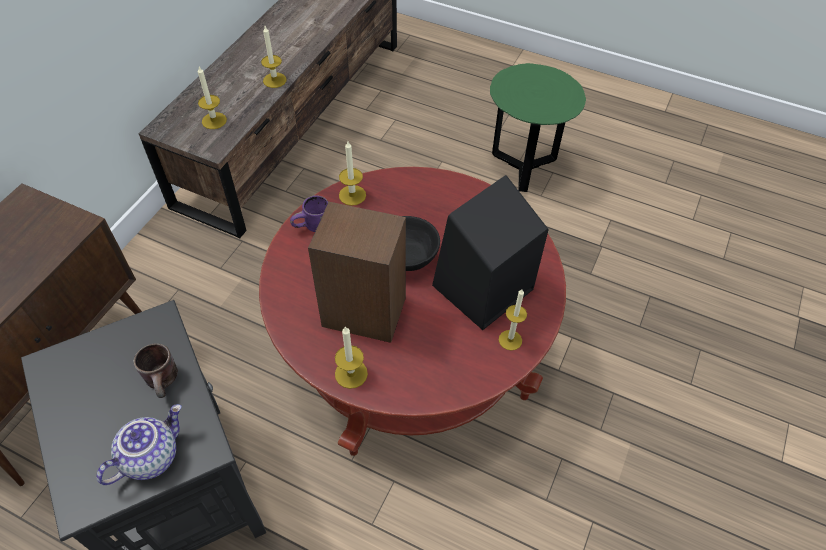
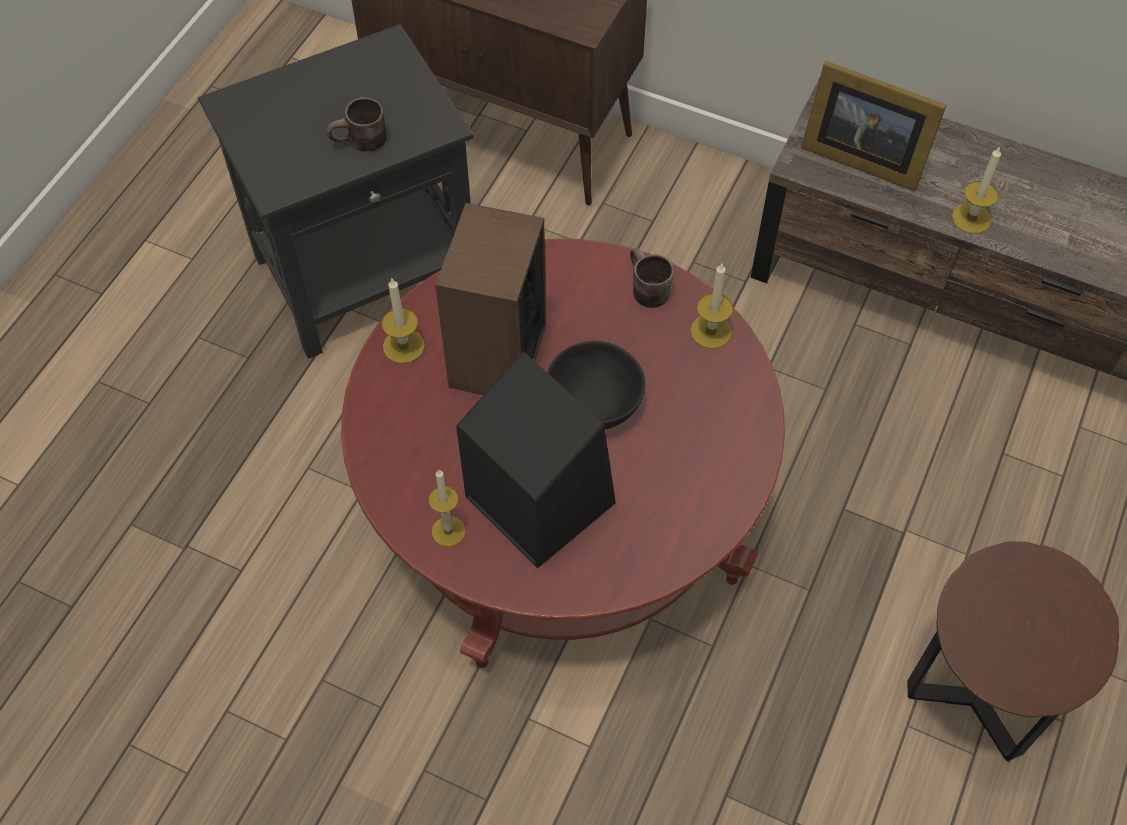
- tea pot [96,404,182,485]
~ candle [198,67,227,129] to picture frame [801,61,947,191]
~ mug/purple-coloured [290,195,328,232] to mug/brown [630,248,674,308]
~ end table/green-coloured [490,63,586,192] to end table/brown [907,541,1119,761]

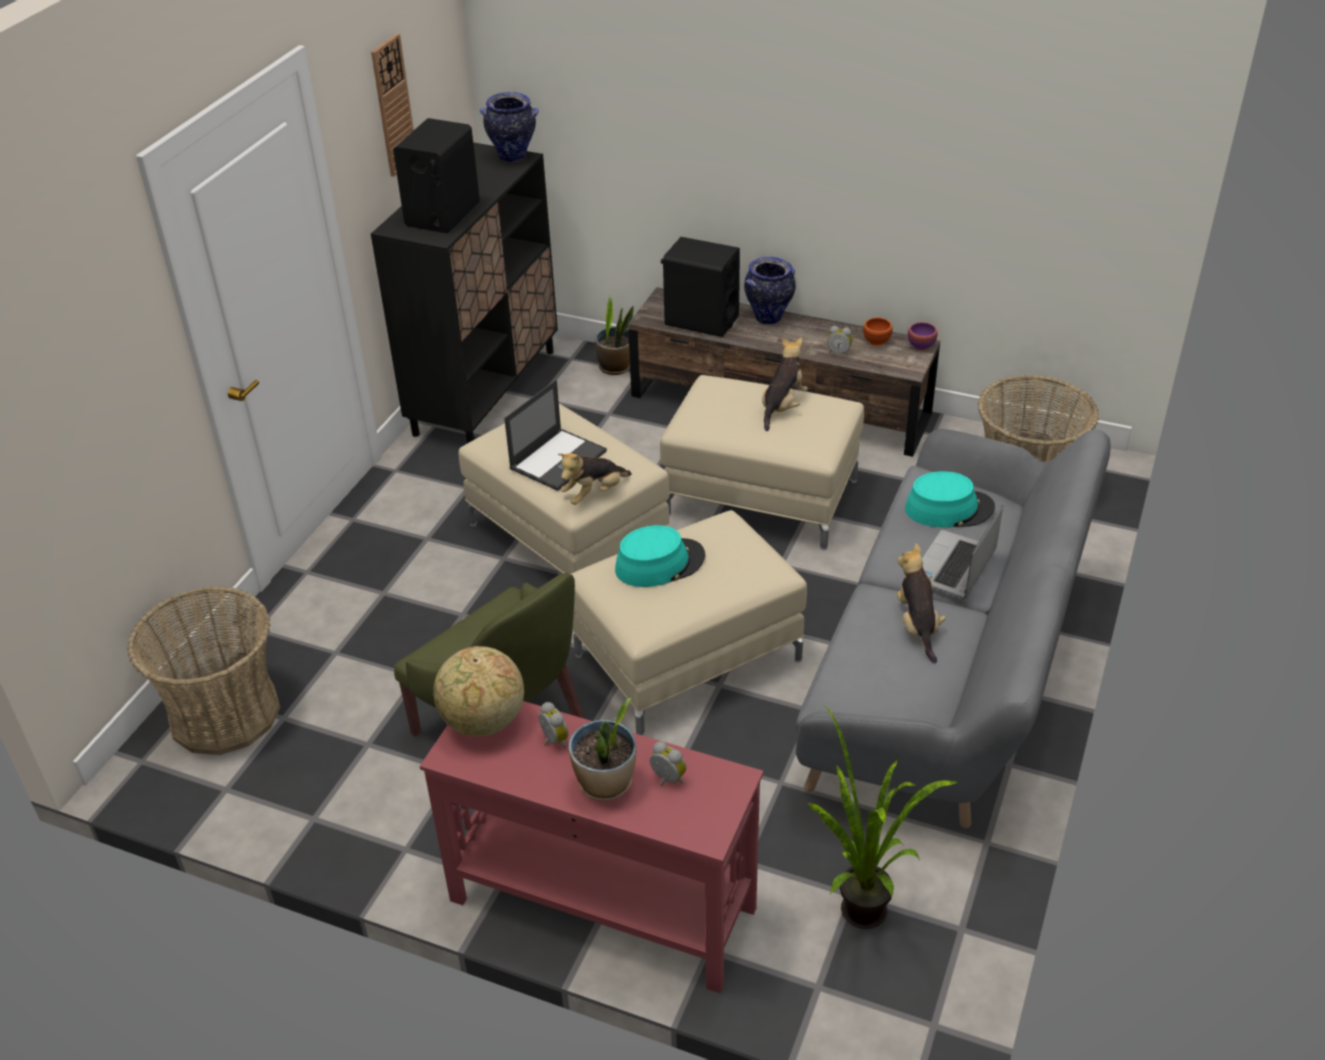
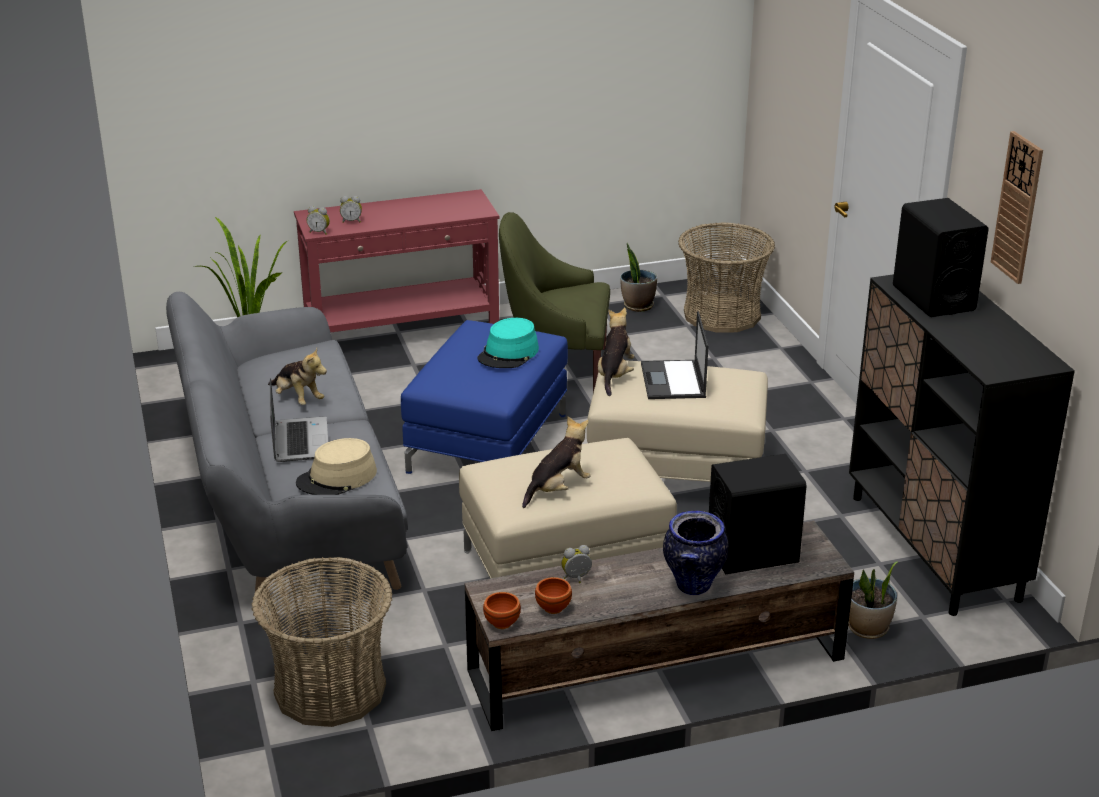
- world globe [433,646,524,737]
- flower vase [480,92,538,163]
~ alarm clock [539,702,568,748] to [307,206,330,235]
~ potted plant [568,698,636,801] to [620,243,657,312]
~ pouffe/beige-coloured [572,510,807,736] to pouffe/blue [401,320,568,474]
~ plush toy [762,337,808,431] = [522,416,591,508] 120 degrees counterclockwise
~ wearable hat/blue-green [905,471,995,528] to wearable hat/beige-coloured [296,438,377,495]
~ bowl/purple-coloured [908,322,937,351] to bowl/brown [483,592,521,629]

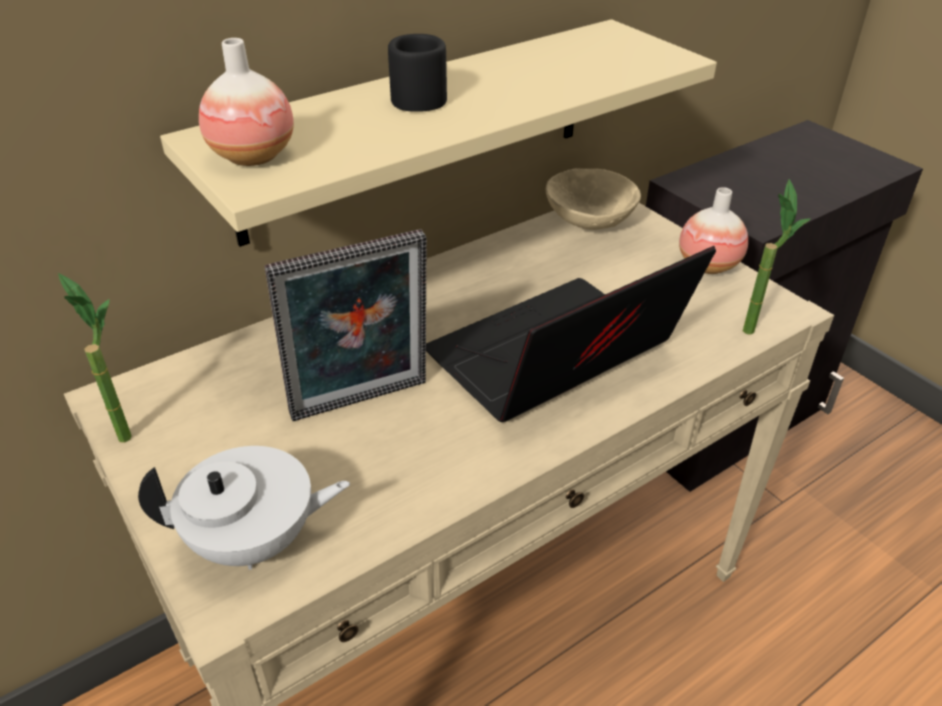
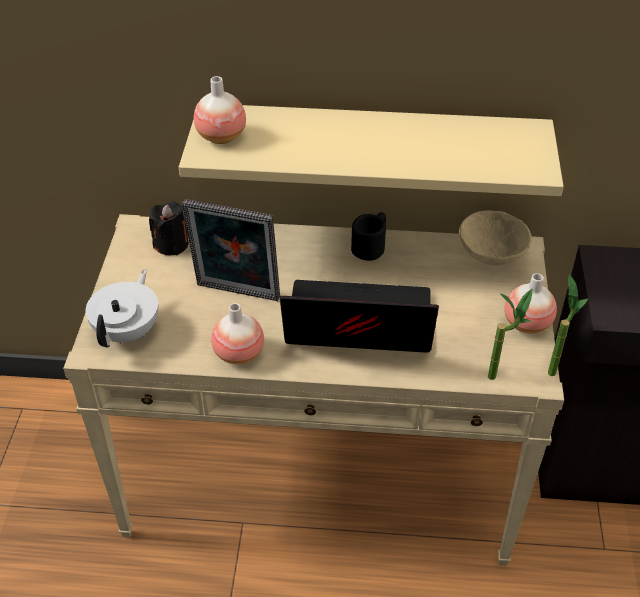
~ potted plant [58,273,132,443] to [548,274,588,376]
~ tea pot/whitish [138,446,350,570] = [86,270,158,347] 105 degrees counterclockwise
~ mug/blackish [388,34,447,112] to [351,212,386,261]
+ candle/blackish [149,201,189,255]
+ flower vase [211,303,264,364]

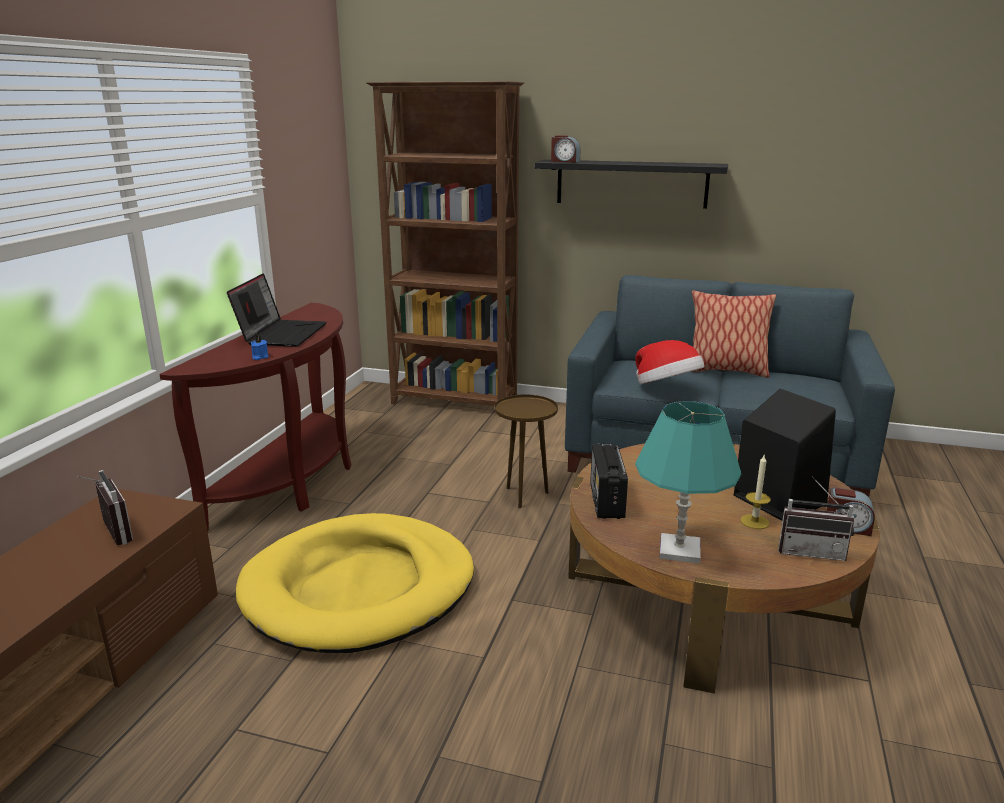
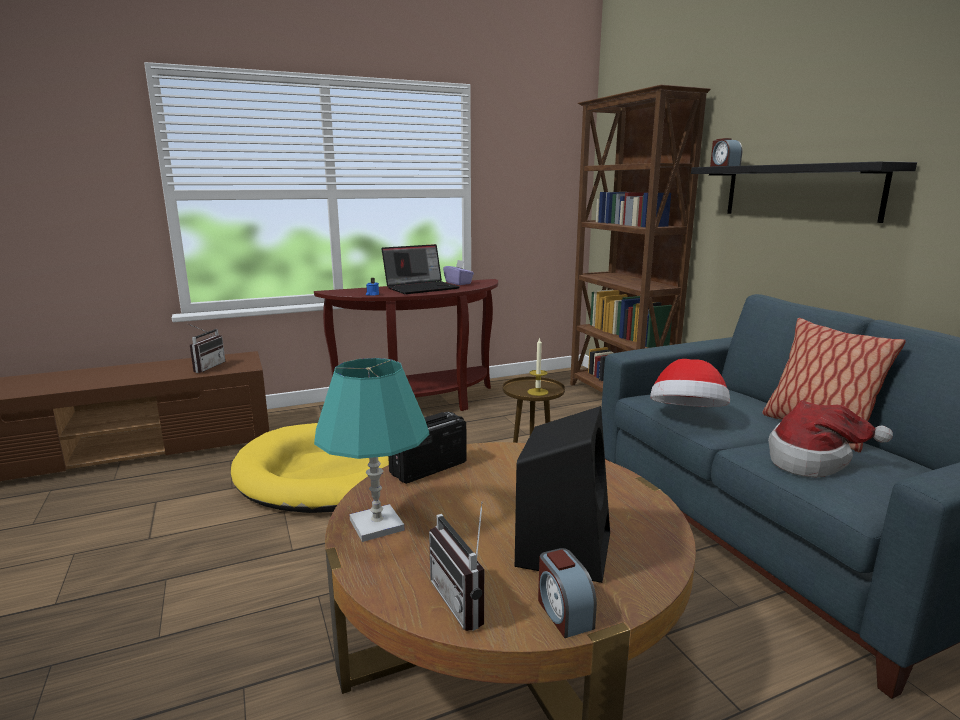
~ candle [740,455,771,529] to [528,337,548,396]
+ box of tissues/purple-coloured [443,260,474,285]
+ wearable hat [768,400,893,478]

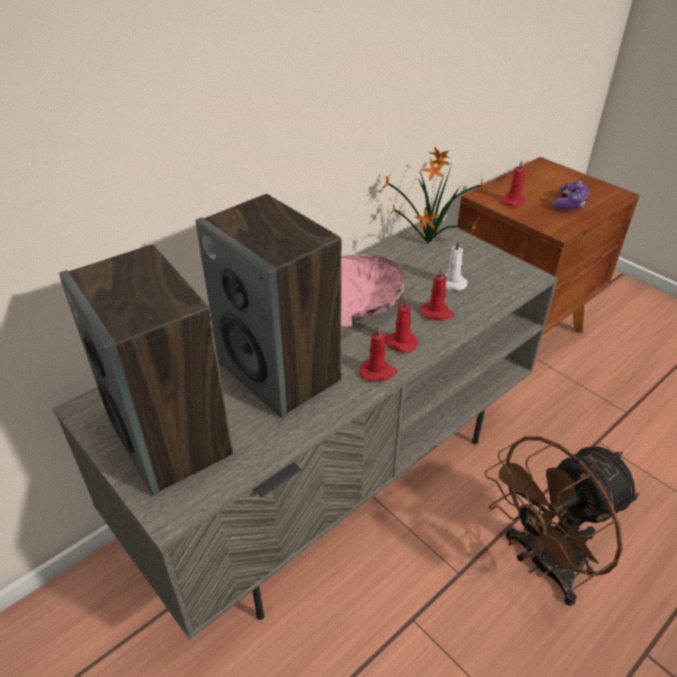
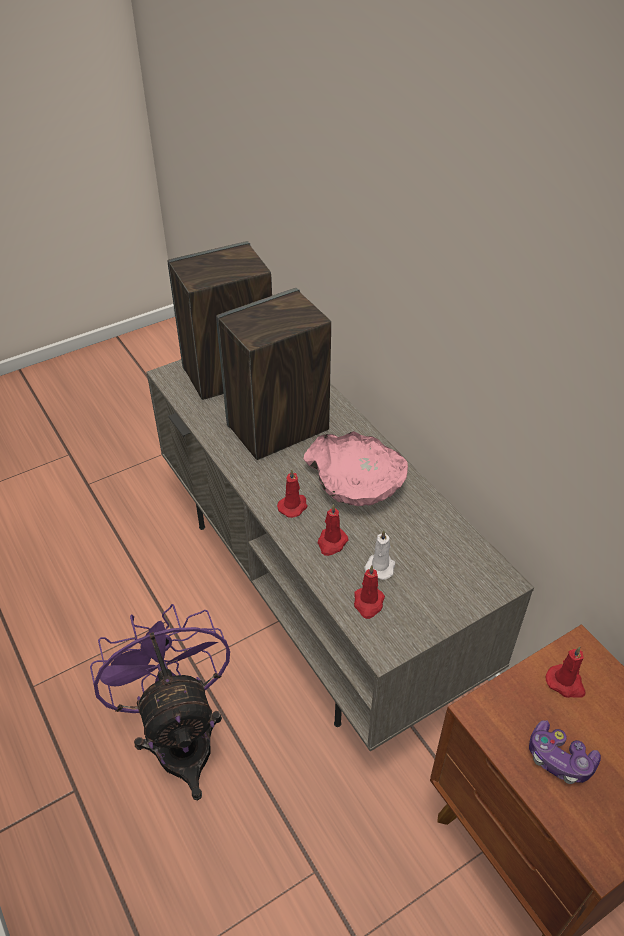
~ candle/red-coloured [359,325,397,381] to [354,565,385,619]
- potted plant [377,147,486,244]
~ cooling fan/brown [484,436,639,606] to cooling fan/purple-coloured [90,604,230,800]

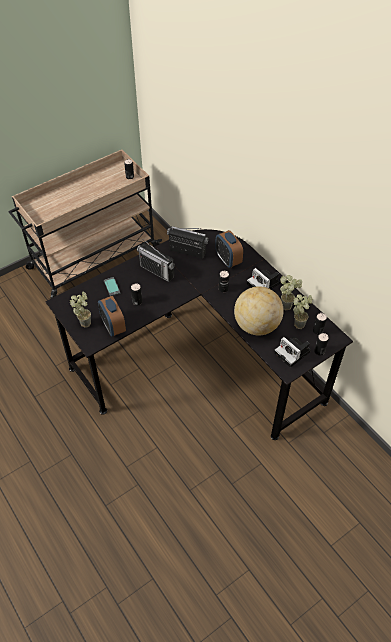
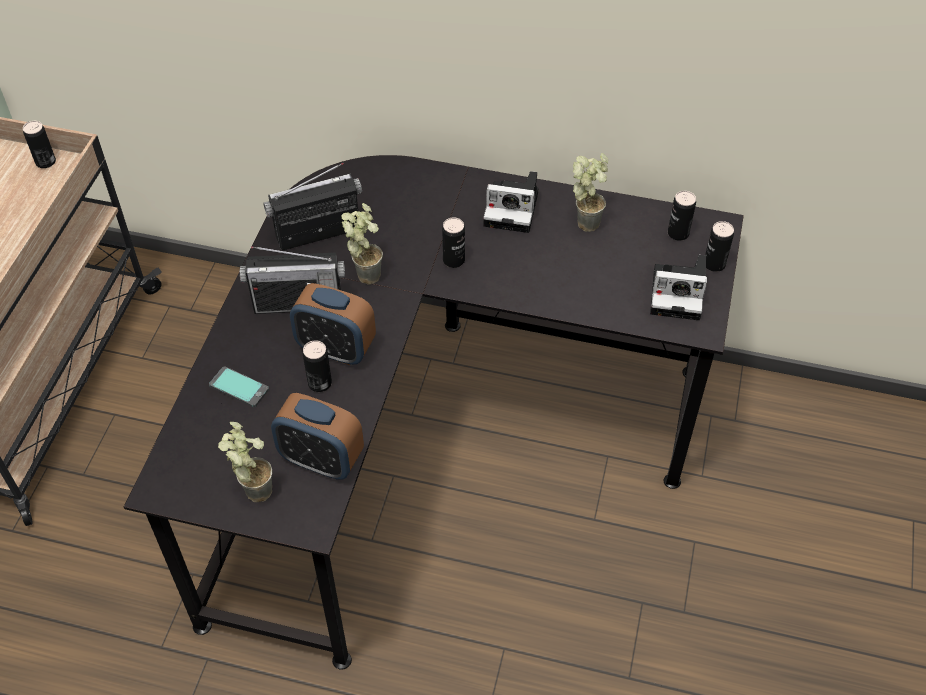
~ alarm clock [215,230,243,268] to [290,283,376,365]
- world globe [234,286,284,335]
~ potted plant [293,294,313,329] to [341,203,383,285]

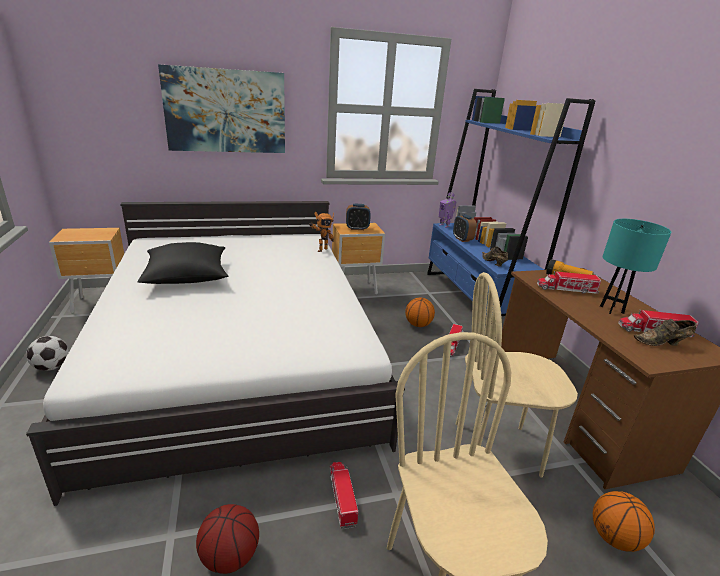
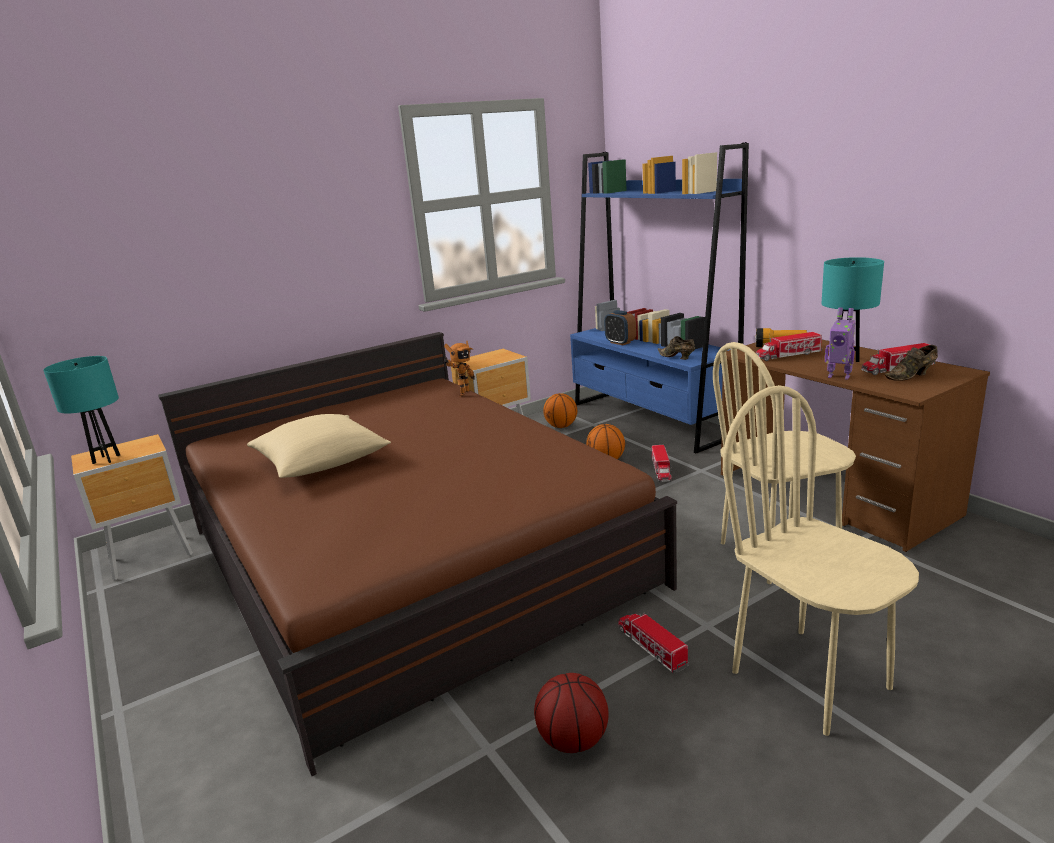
~ sleeping bed/whitish [26,201,405,506] to sleeping bed/brown [158,332,677,776]
- ball for football [26,336,69,371]
~ pillow/blackish [137,242,229,284] to pillow/beige-coloured [247,414,391,478]
- picture [158,64,285,153]
- alarm clock [346,204,371,230]
~ robot figure [439,192,456,228] to [825,307,855,380]
~ ball for basketball [593,491,655,552] to [543,393,577,428]
+ table lamp/blue-green [43,356,120,464]

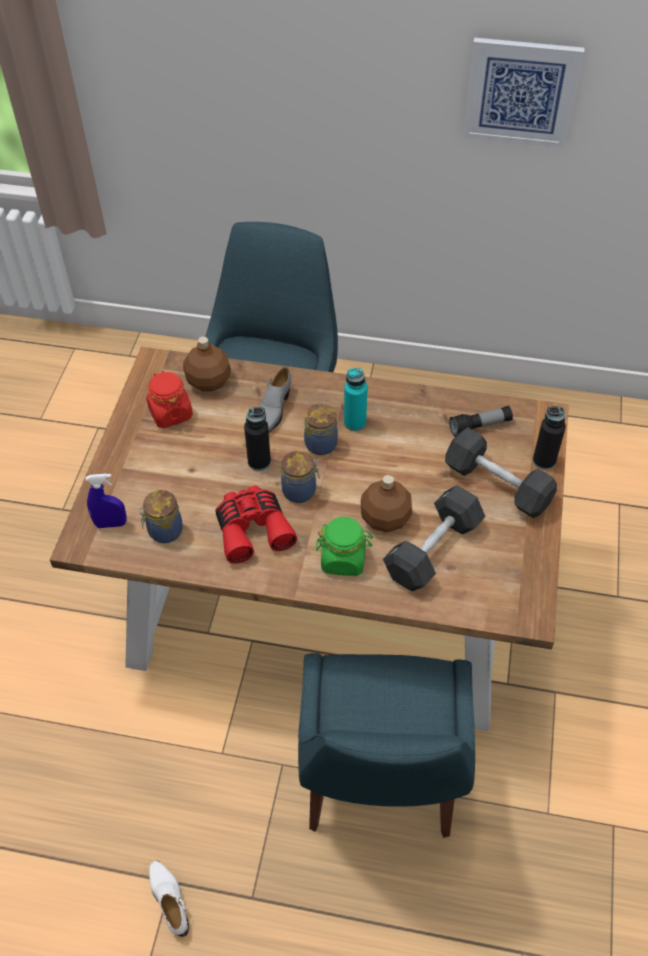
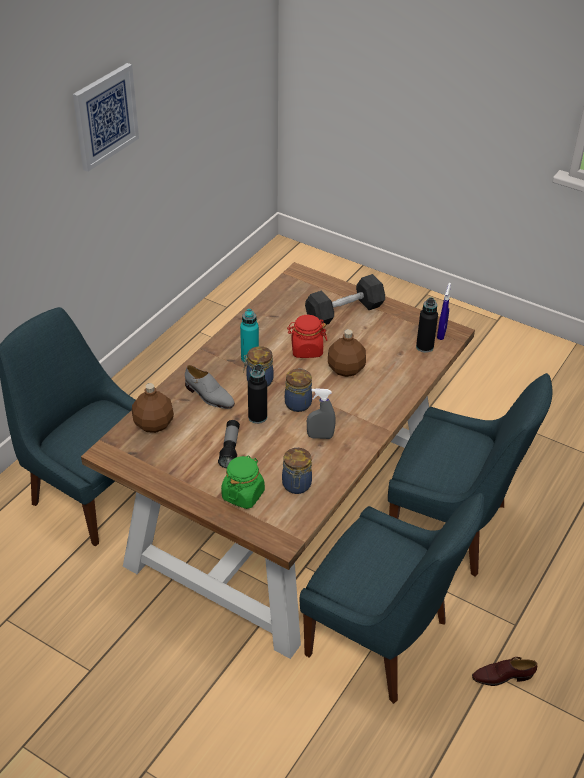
~ sprayer/blue [86,474,127,528] to [437,283,451,340]
~ jar/red-coloured [146,370,193,428] to [287,315,327,358]
~ shoe/whitish [149,860,189,937] to shoe/brown [472,657,537,686]
~ pair of binoculars/red-coloured [215,486,297,564] to sprayer/gray [307,388,335,439]
~ jar/green-coloured [316,517,373,576] to [221,455,265,509]
- dumbbell/blackish [383,485,485,591]
~ flashlight [449,406,513,437] to [218,420,240,468]
~ drink bottle/blackish [533,406,566,470] to [416,297,438,353]
+ chair/blue [300,493,485,704]

